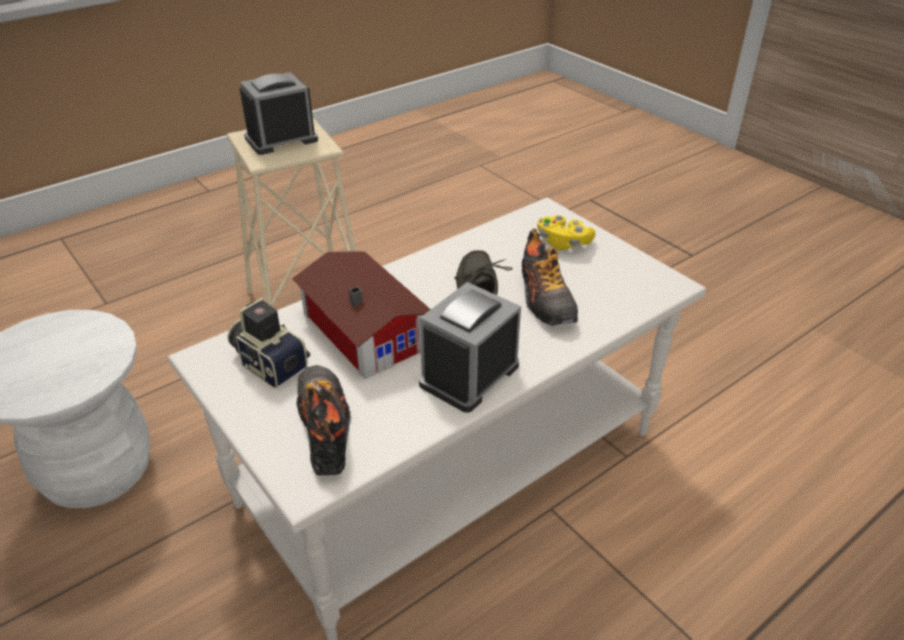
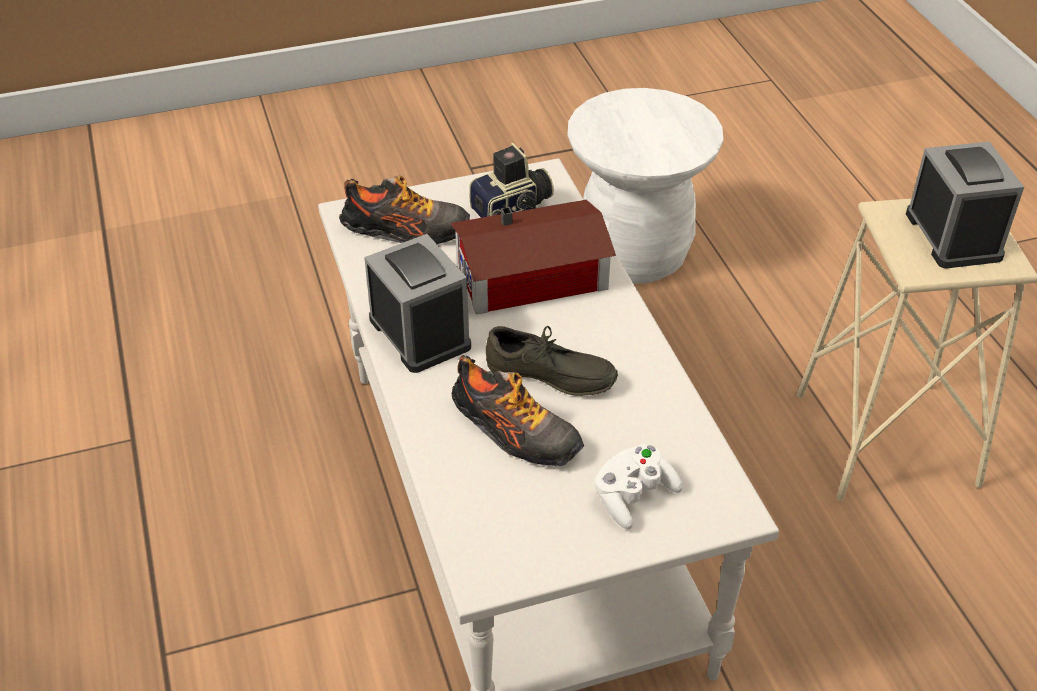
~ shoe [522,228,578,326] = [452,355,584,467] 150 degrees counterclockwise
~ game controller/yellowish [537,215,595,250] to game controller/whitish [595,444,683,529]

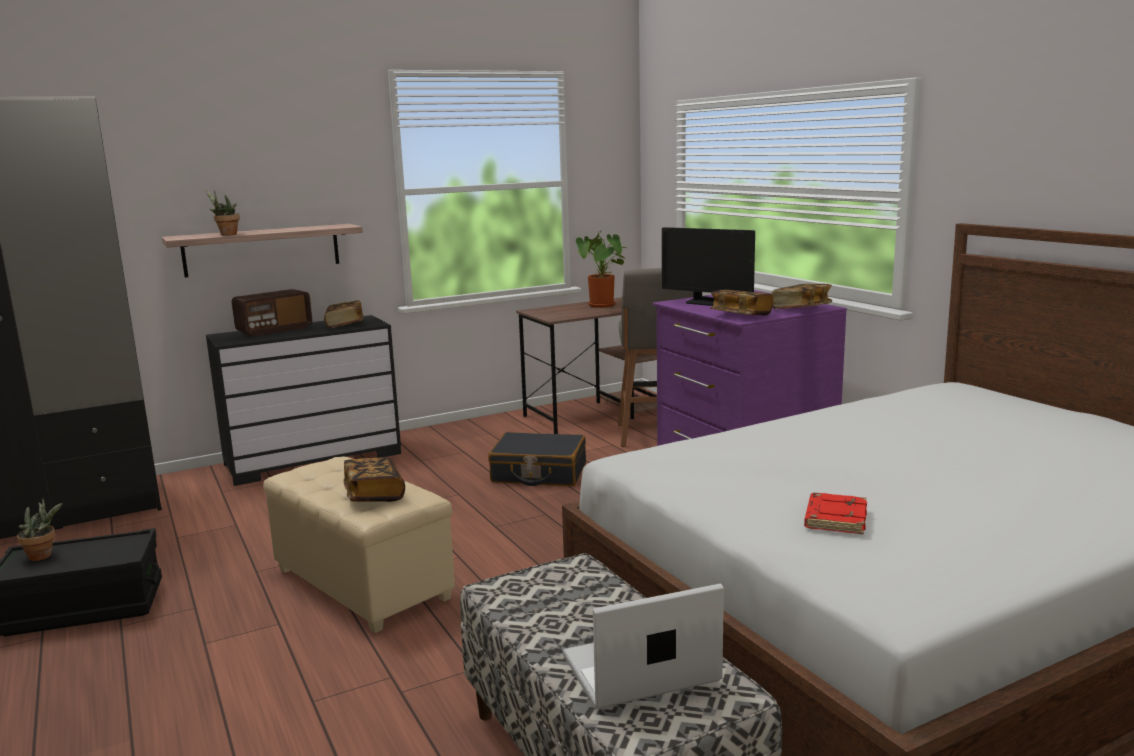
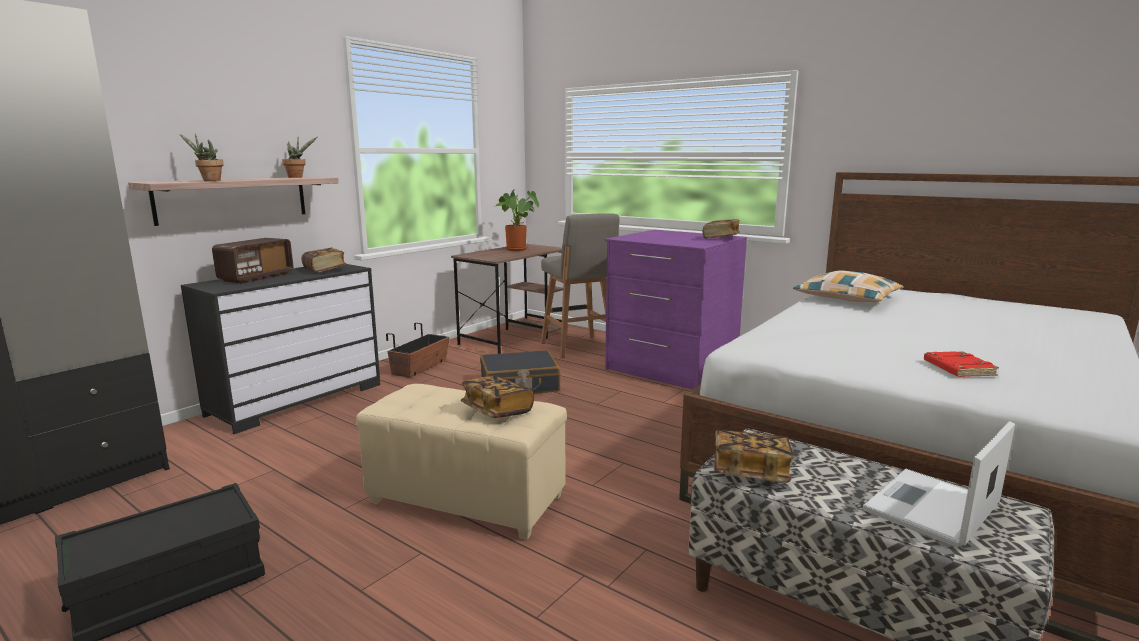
~ potted plant [17,498,63,561] to [282,137,317,178]
- computer display [662,227,755,306]
~ volume [710,290,773,315] to [714,430,794,483]
+ flower pot [386,323,450,378]
+ pillow [793,271,904,302]

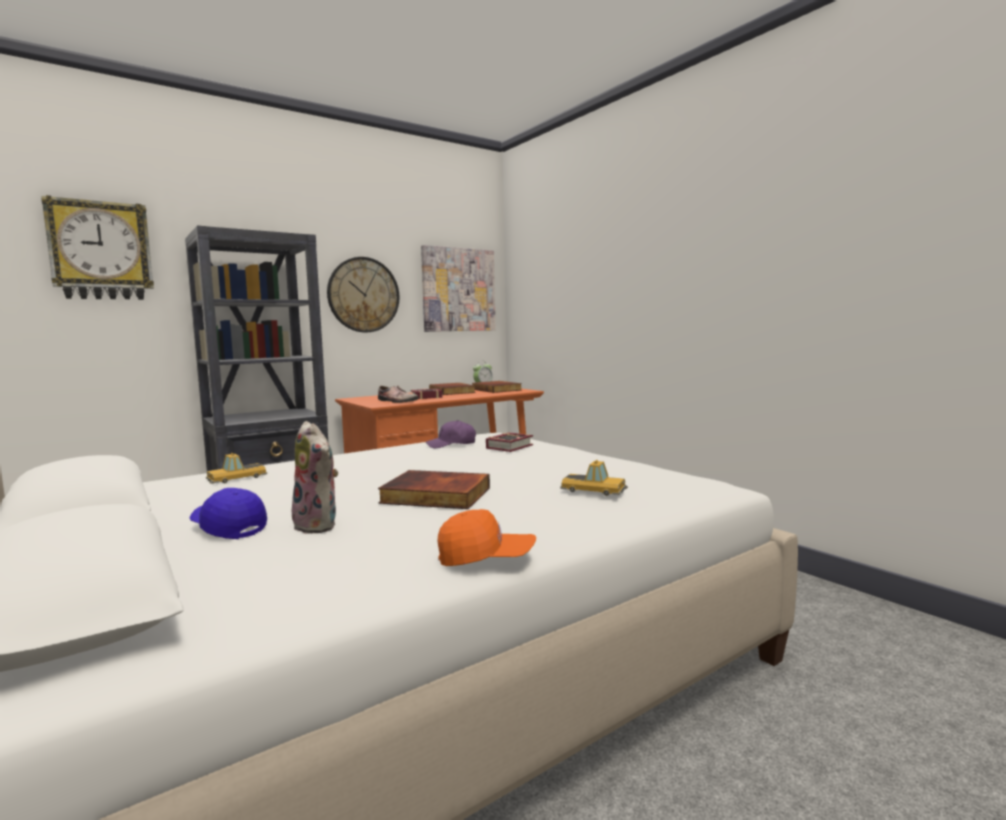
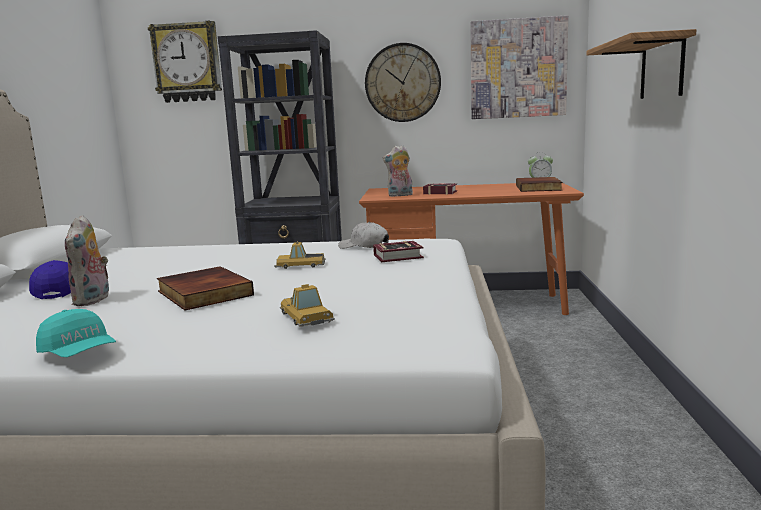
~ miniature car [206,453,267,484] to [275,241,326,269]
~ shoe [378,386,419,403] to plush toy [383,145,413,197]
~ cap/purple-coloured [426,420,476,448] to cap/whitish [338,222,389,249]
- volume [429,383,476,395]
~ cap/orange-coloured [438,509,536,566] to cap/blue-green [36,309,116,357]
+ bracket shelf [587,29,696,99]

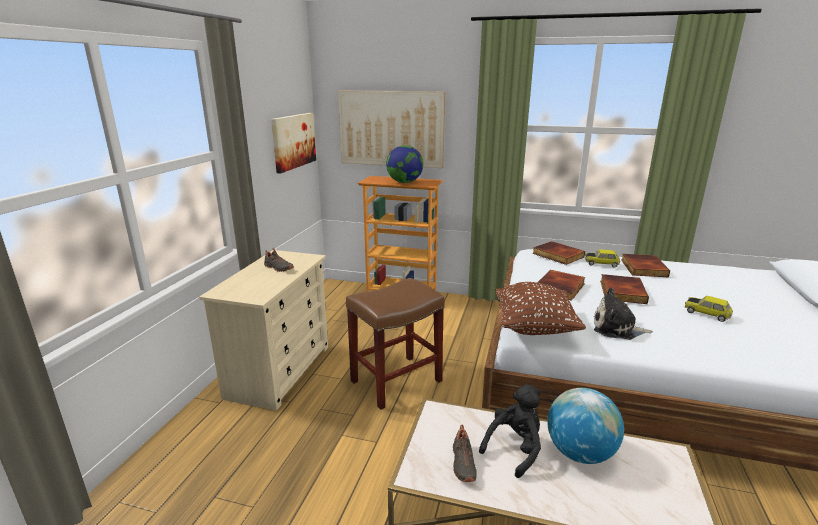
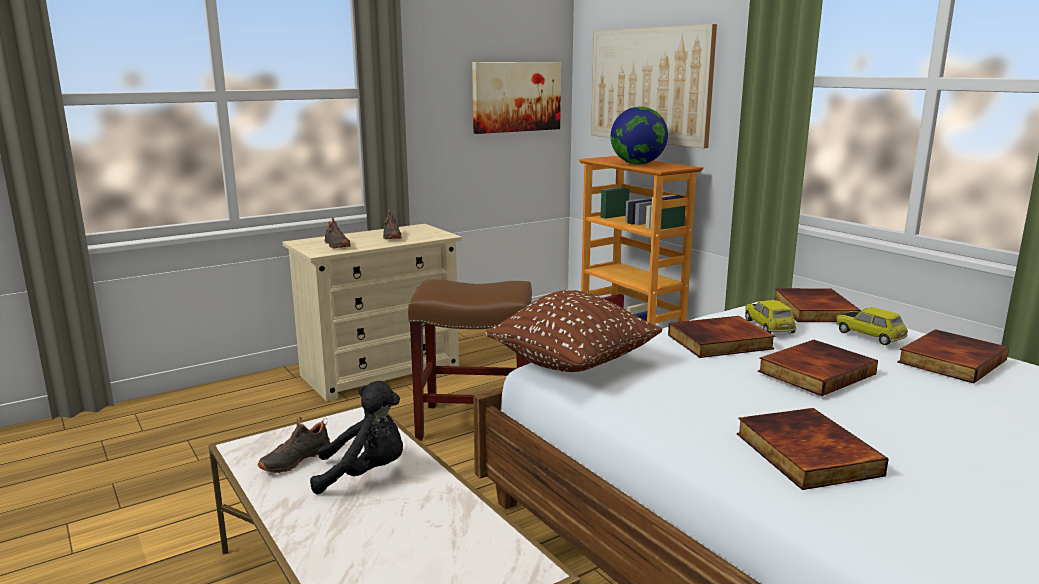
- world globe [547,388,624,464]
- plush toy [594,288,653,340]
~ miniature car [684,296,733,322] to [745,300,797,333]
+ shoe/blackish [324,217,350,248]
+ volume [737,408,889,490]

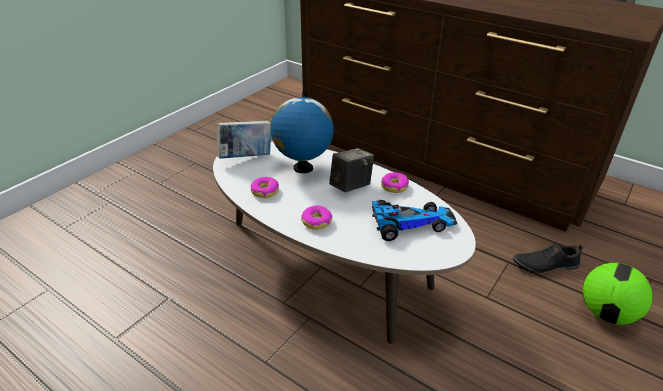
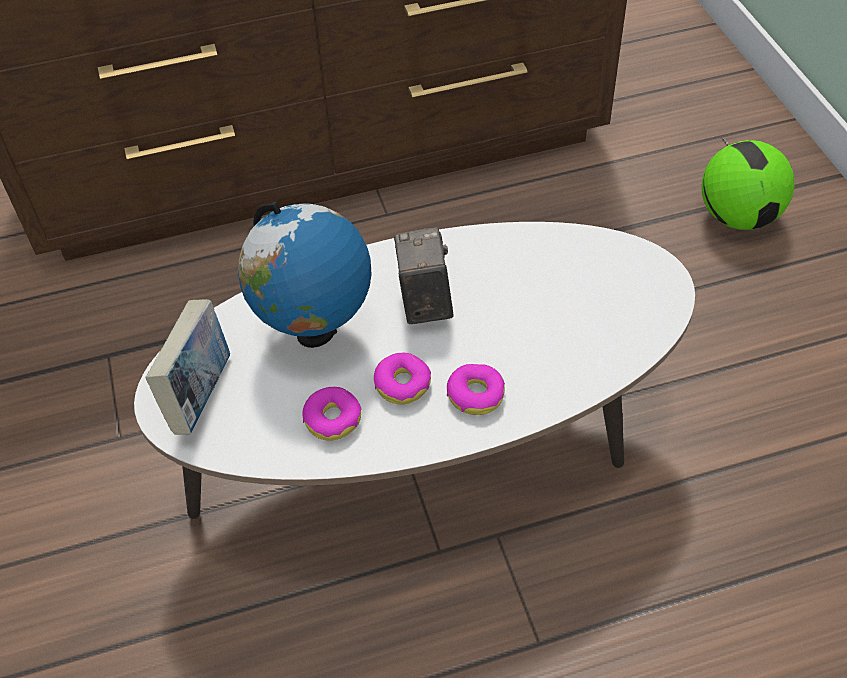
- miniature car [372,200,457,241]
~ ring doughnut [381,172,409,193] to [374,353,431,405]
- shoe/blackish [513,244,583,273]

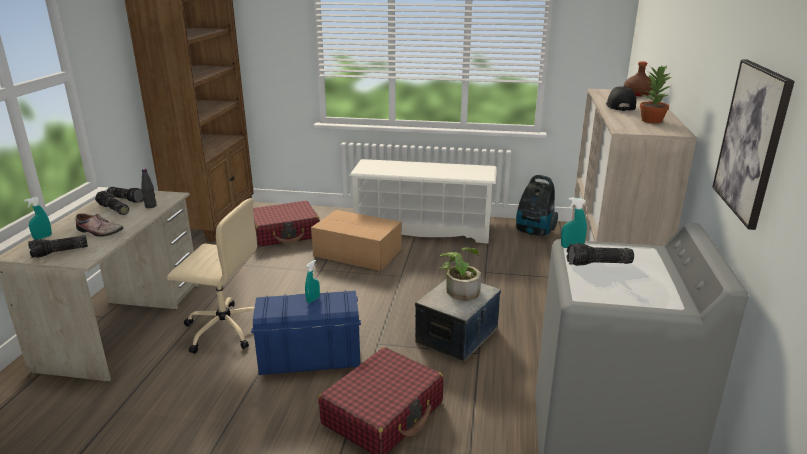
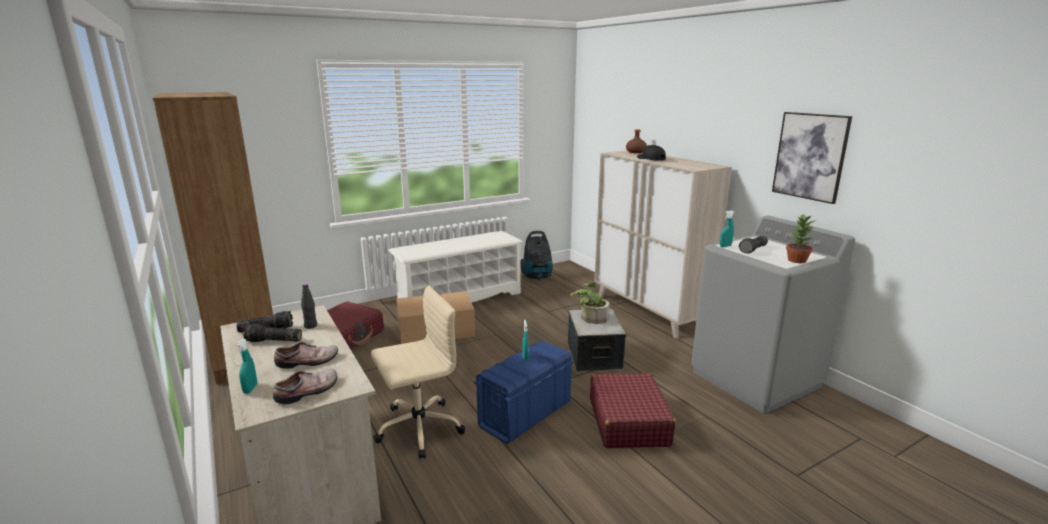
~ flashlight [28,235,88,258] to shoe [273,369,337,404]
~ potted plant [640,65,671,124] to [786,213,815,263]

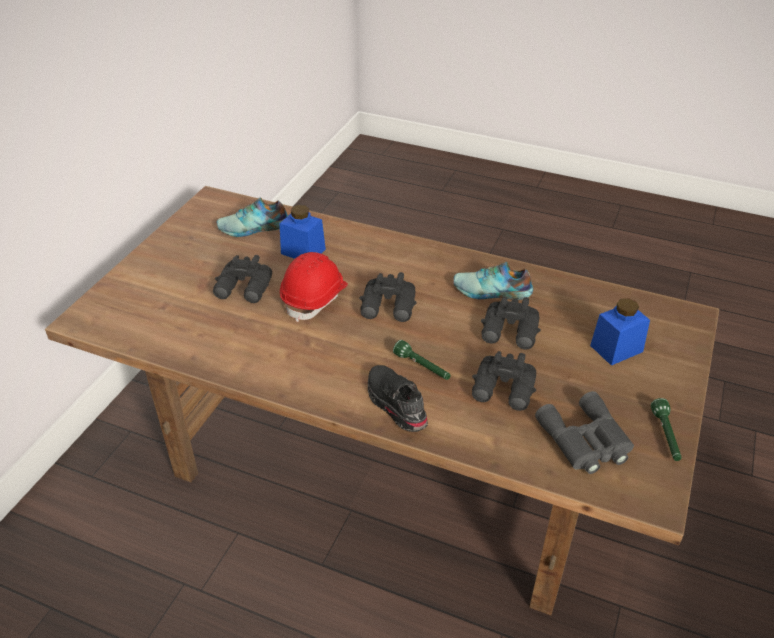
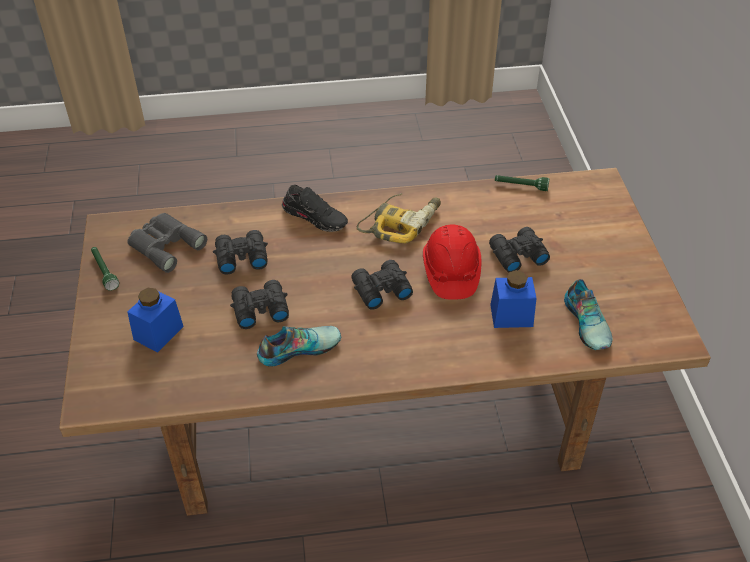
~ shoe [217,197,289,237] = [564,279,612,350] 120 degrees clockwise
~ flashlight/green-coloured [393,340,451,380] to [495,175,549,191]
+ power drill [357,193,441,243]

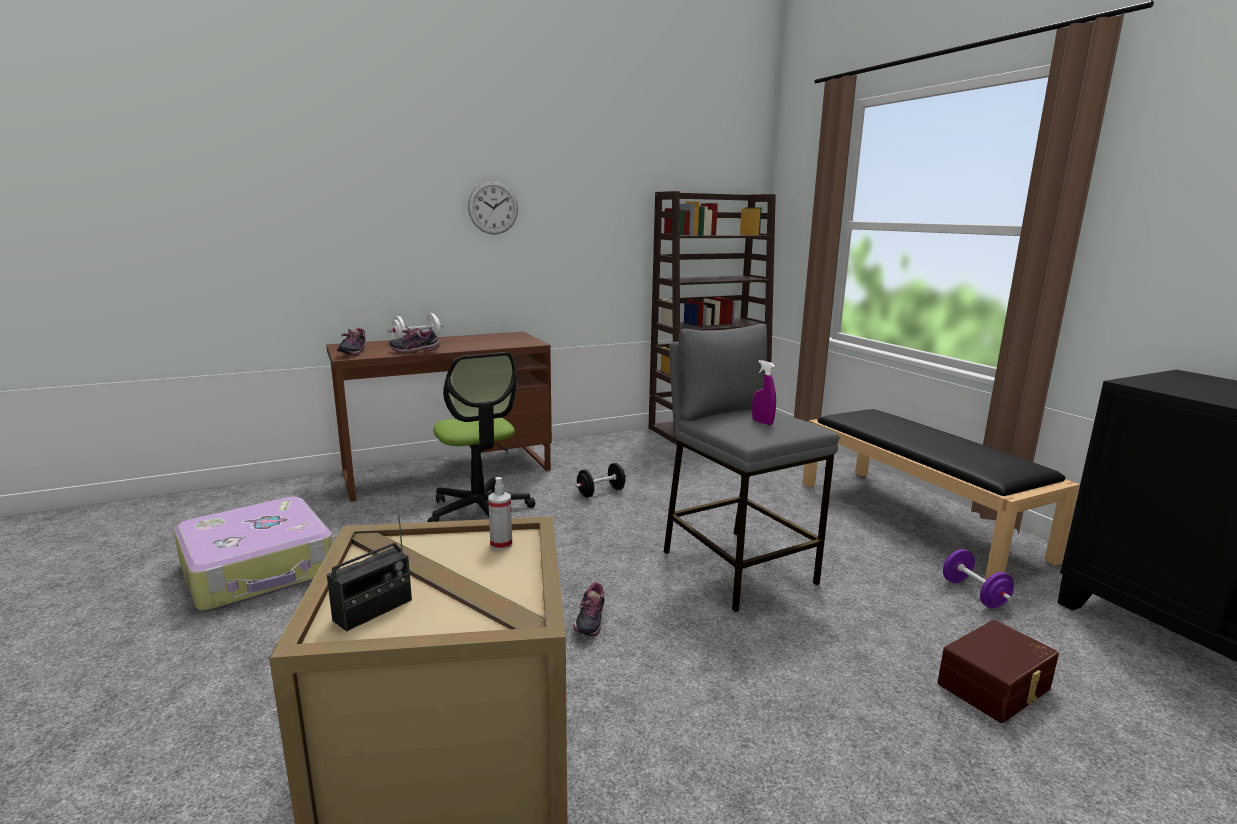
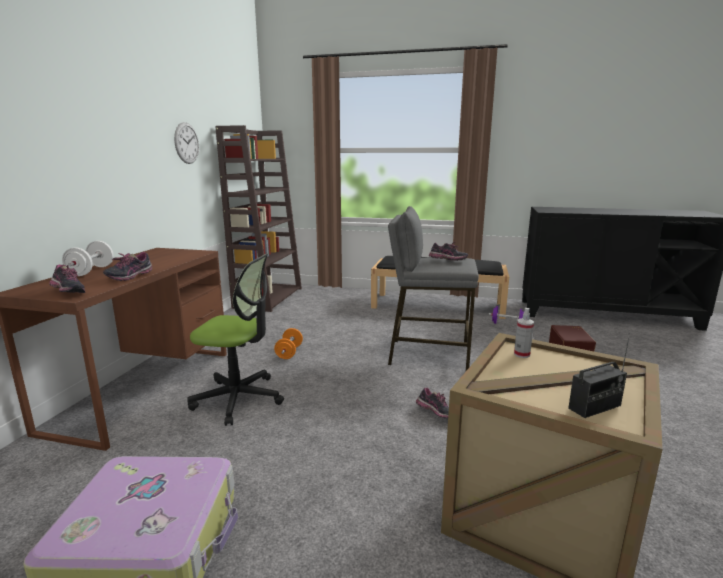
~ radio [327,504,412,632] = [568,333,630,418] 75 degrees clockwise
~ hanging clock [468,181,518,235] to [174,122,199,164]
~ dumbbell/blackish [575,463,626,498] to dumbbell/orange-coloured [274,328,303,359]
~ sprayer/purple-coloured [752,360,776,425] to shoe [429,241,468,261]

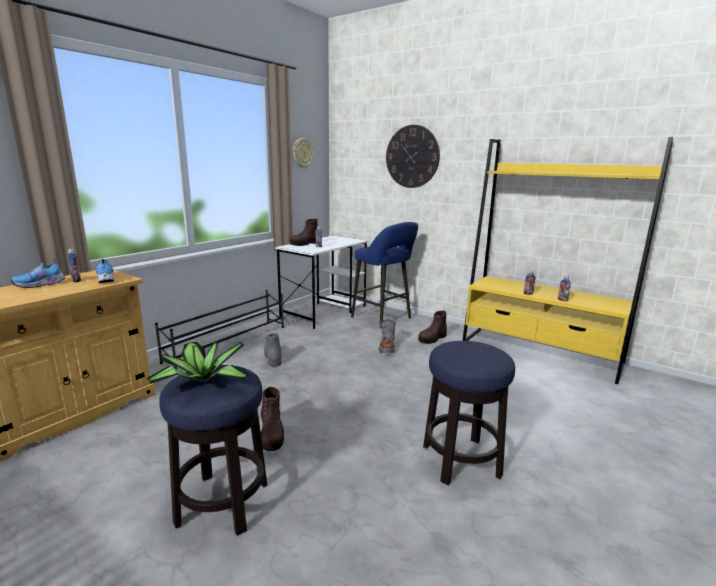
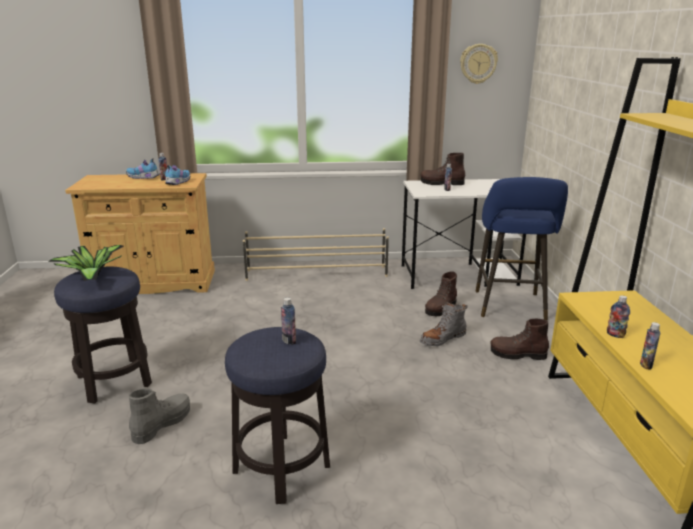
~ shoe stand/blackish [155,290,284,369] to shoe stand/beige-coloured [243,228,389,281]
~ high-top boot/brown [259,387,284,451] to [425,271,457,316]
~ high-top boot/gray [264,333,282,367] to [129,389,190,444]
- hanging clock [386,125,440,188]
+ drink bottle [281,298,296,345]

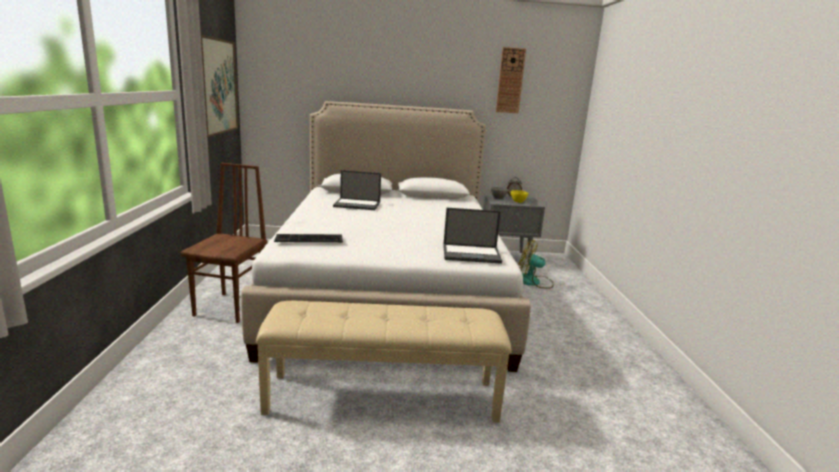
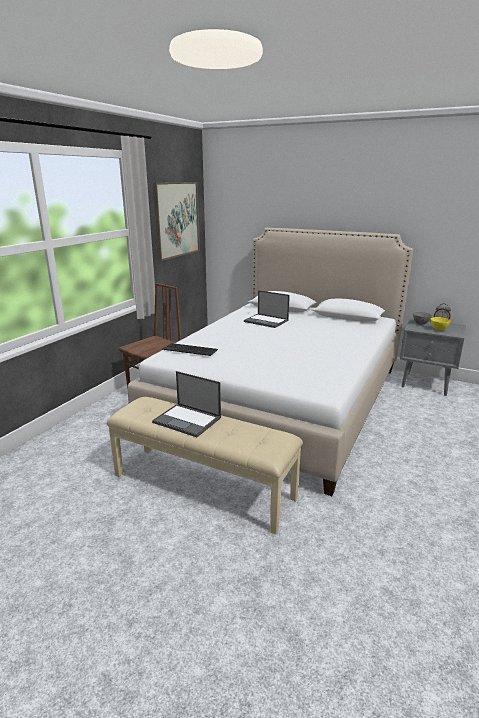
~ portable computer [443,208,502,264] to [152,371,221,437]
- hanging clock [496,47,526,113]
- cooling fan [518,240,554,288]

